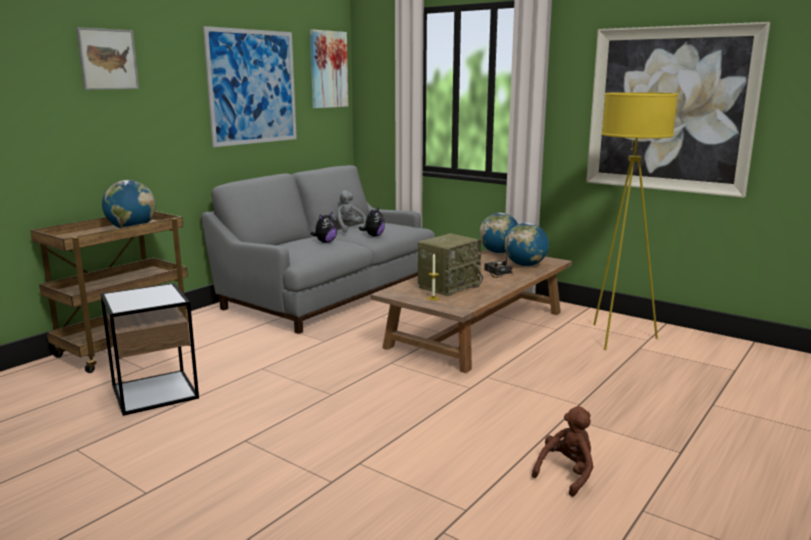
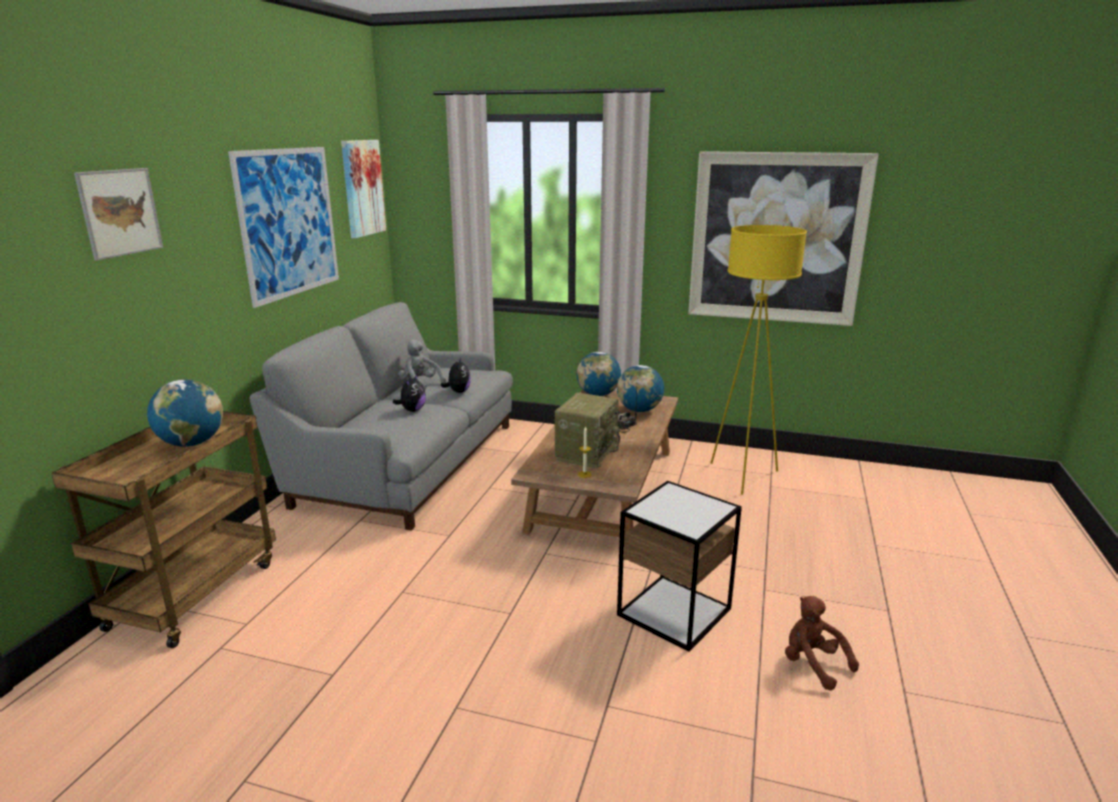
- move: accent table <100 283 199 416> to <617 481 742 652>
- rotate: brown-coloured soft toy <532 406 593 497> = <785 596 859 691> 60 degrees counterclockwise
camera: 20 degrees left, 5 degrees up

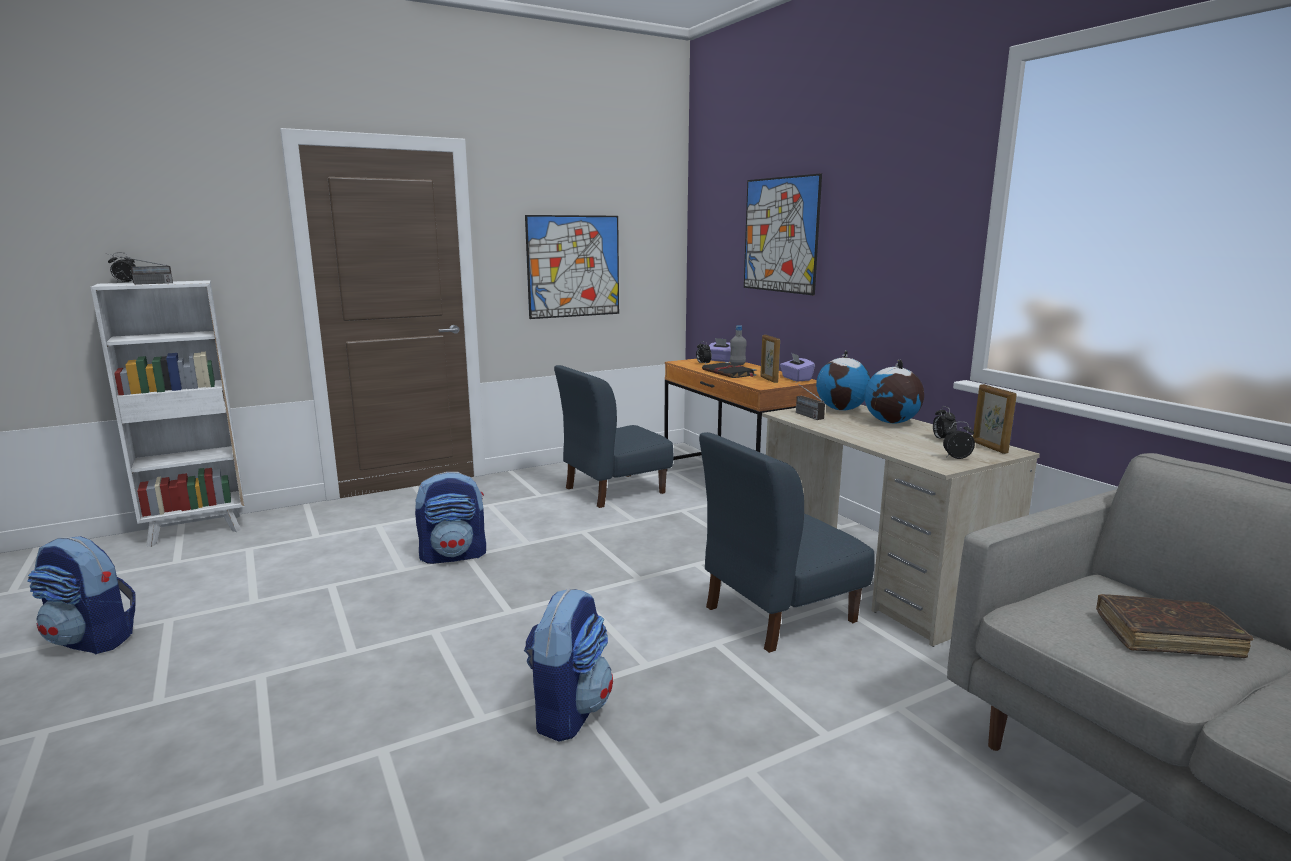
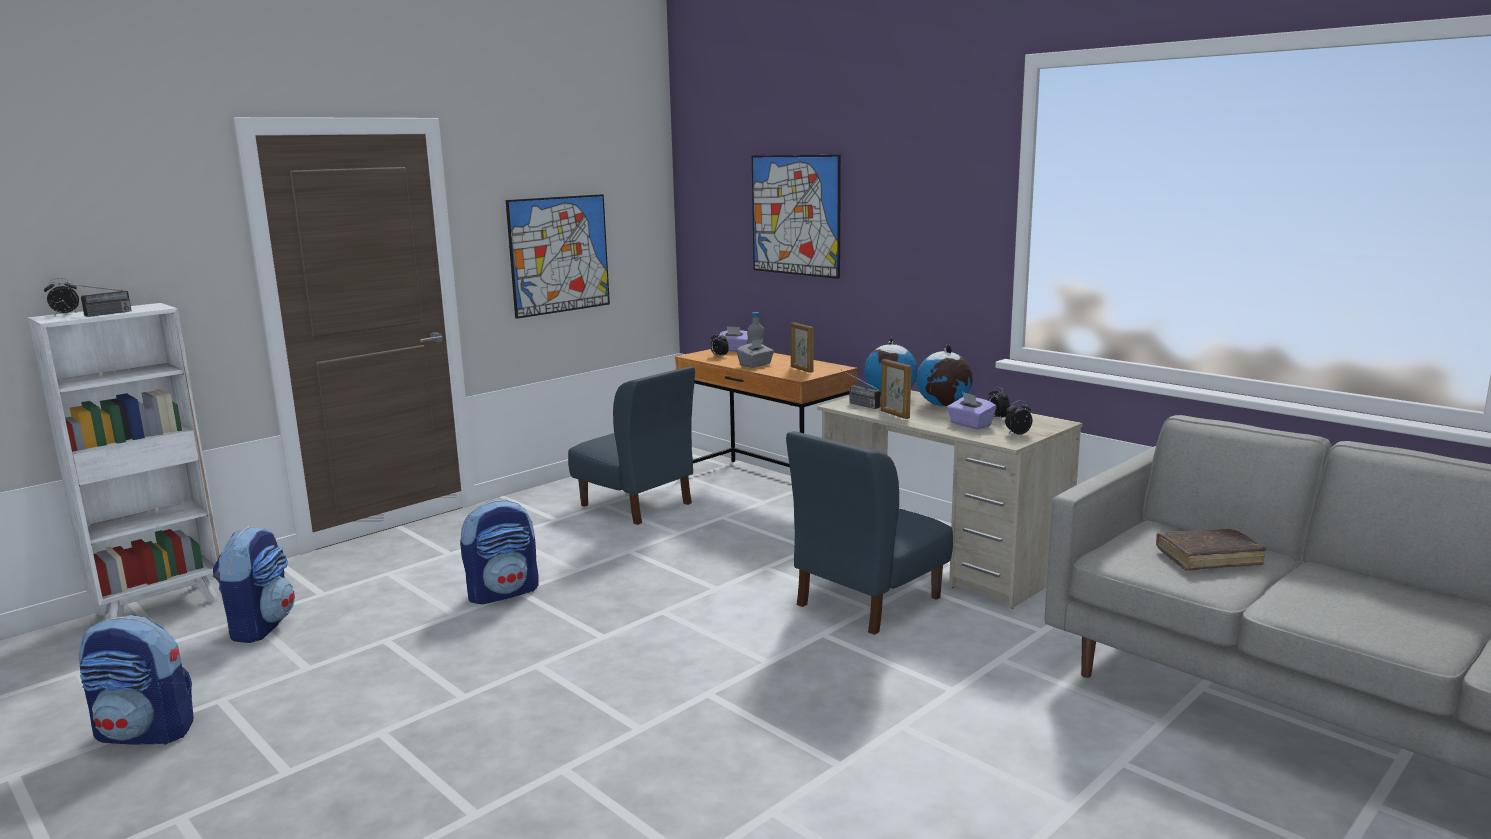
- move: purple tissue holder <780 353 815 381> to <947 392 996 430>
- replace: blackish bound book <702 362 757 378> to greyish tissue holder <737 339 774 368>
- rotate: blue plain chair <554 365 673 508> = <568 366 695 525> 90 degrees counterclockwise
- move: picture frame <973 384 1017 454> to <881 359 911 419>
- move: rucksack <524 588 613 742> to <213 526 295 643>
camera: 15 degrees left, 0 degrees up

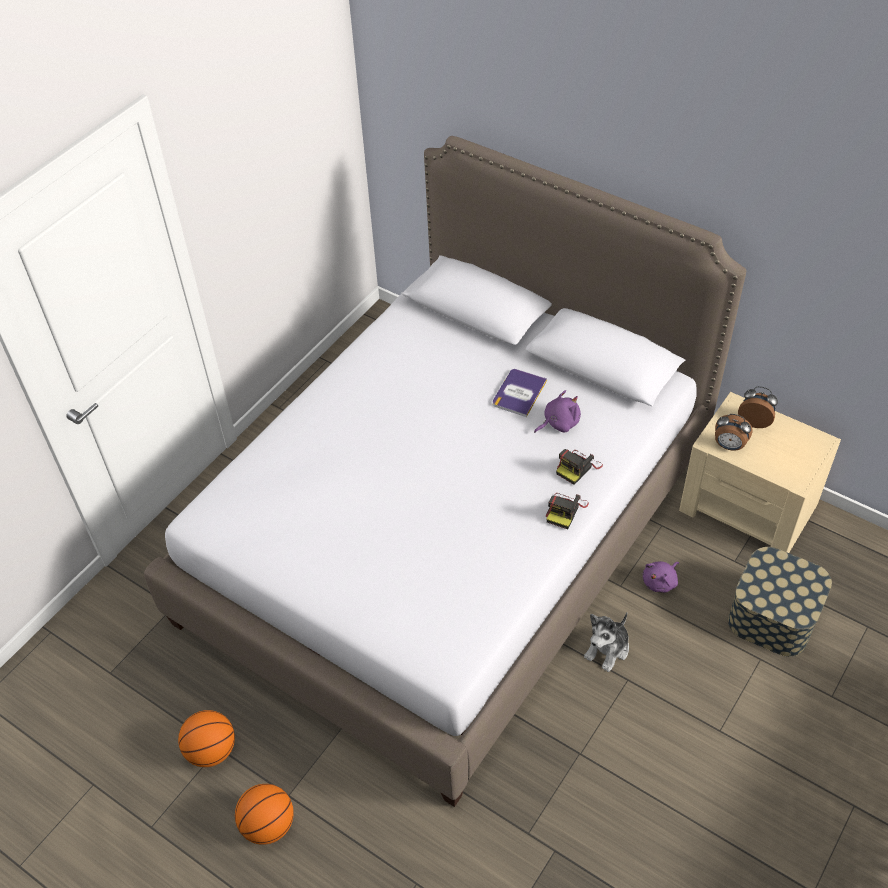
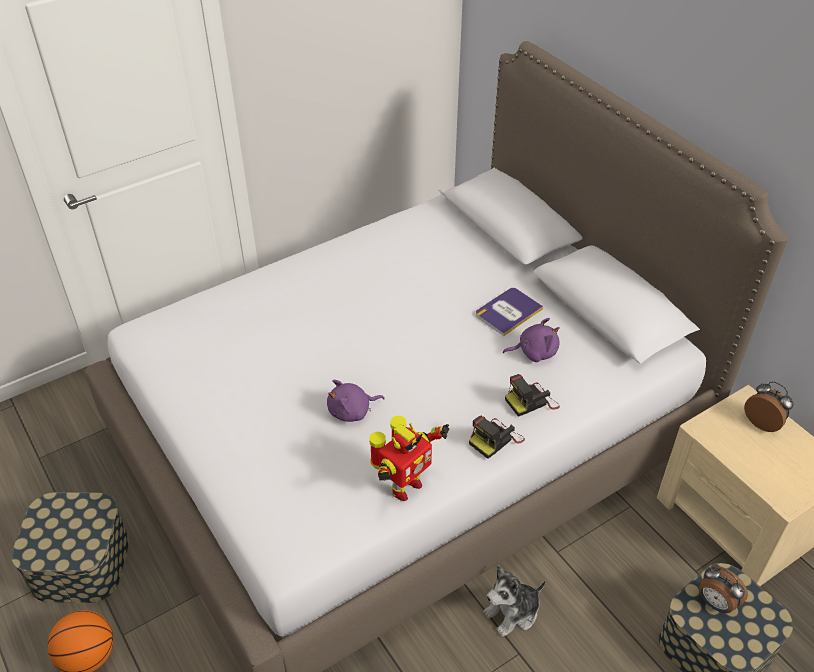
- move: alarm clock <715 414 753 451> to <699 566 748 613>
- move: purple soft toy <643 561 679 593> to <327 380 385 422>
- replace: basketball ball <178 710 235 767> to storage bin <11 492 129 603>
- insert: toy robot <369 416 449 501>
camera: 20 degrees right, 5 degrees down

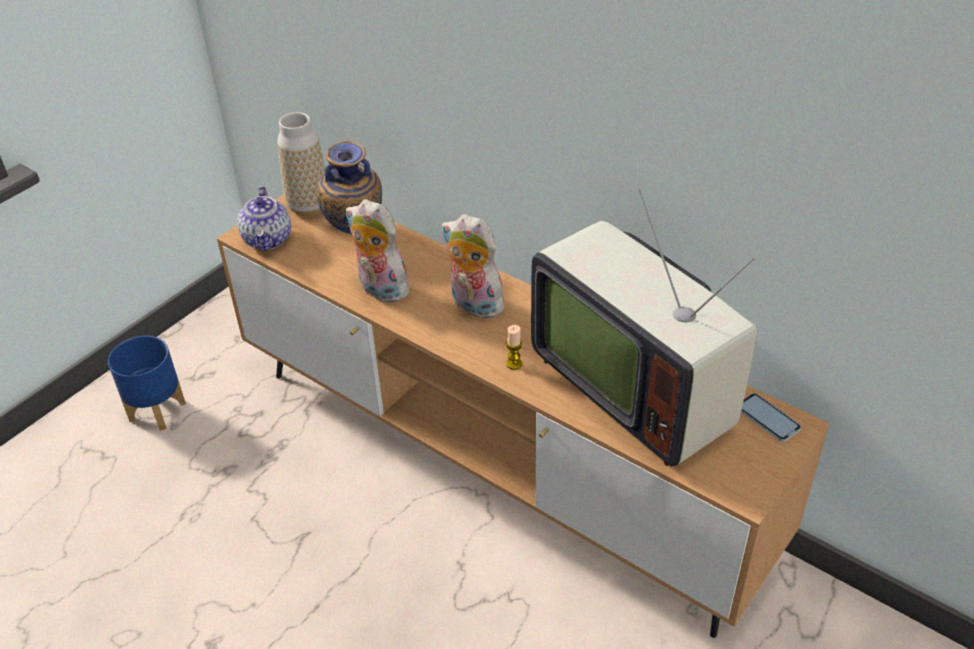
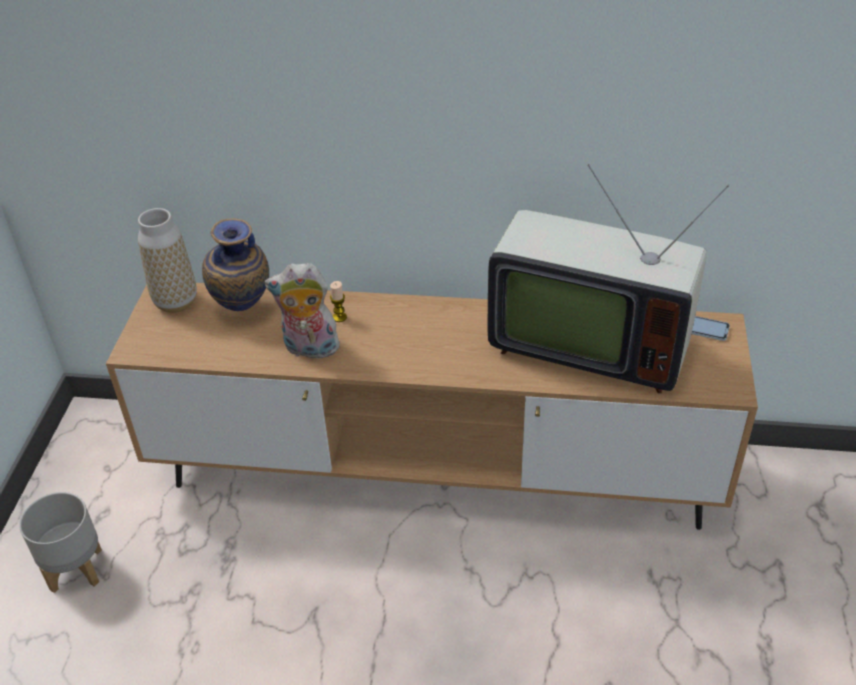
- delete: tea pot <237 186 291 251>
- delete: soft toy <441 214 504 318>
- move: wax candle <506 325 522 370> to <330 281 347 322>
- recolor: blue flower pot <108 336 186 431> to greyish flower pot <19 492 102 593>
camera: 30 degrees left, 0 degrees up

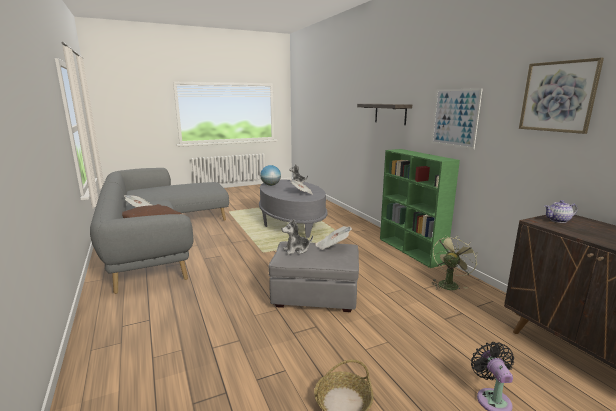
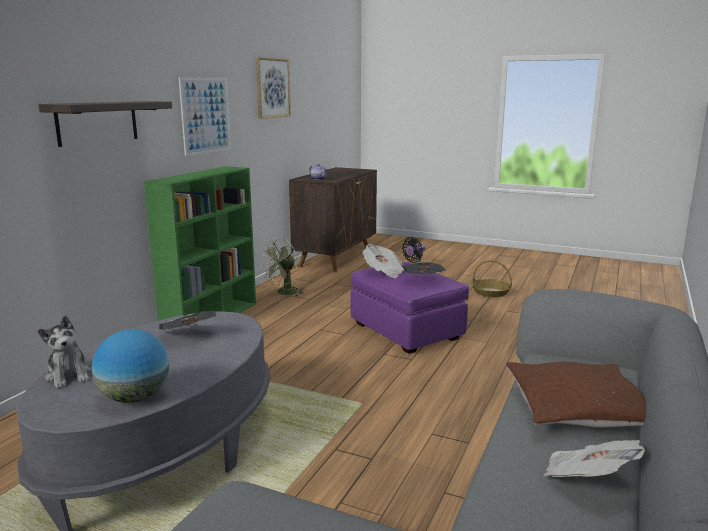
- replace: soft toy <282 219 313 254> to newspaper <402 262 445 274>
- rotate: green-coloured electric fan <431 235 478 290> = <261 239 305 296> 45 degrees counterclockwise
- recolor: greyish ottoman <268 241 359 312> to purple ottoman <350 262 469 354>
camera: 130 degrees left, 0 degrees up

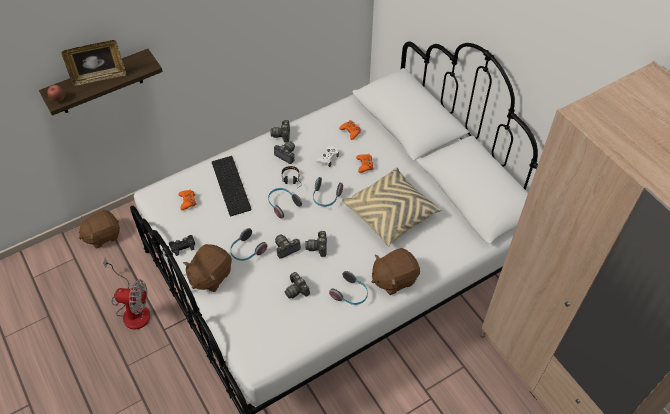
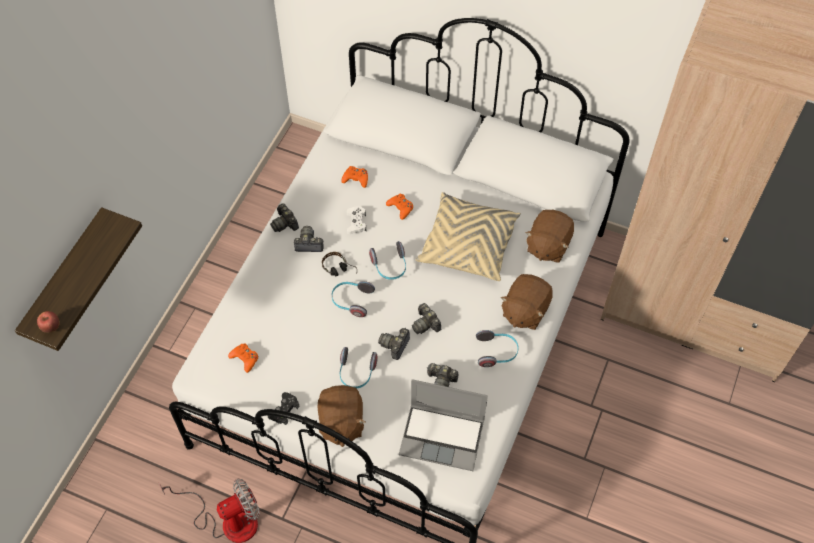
- delete: picture frame <62 40 126 86>
- delete: PC keyboard <212 156 252 216>
- move: brown-coloured soft toy <79 210 120 249> to <526 210 574 262>
- insert: portable computer <399 379 488 471>
camera: 35 degrees left, 5 degrees up

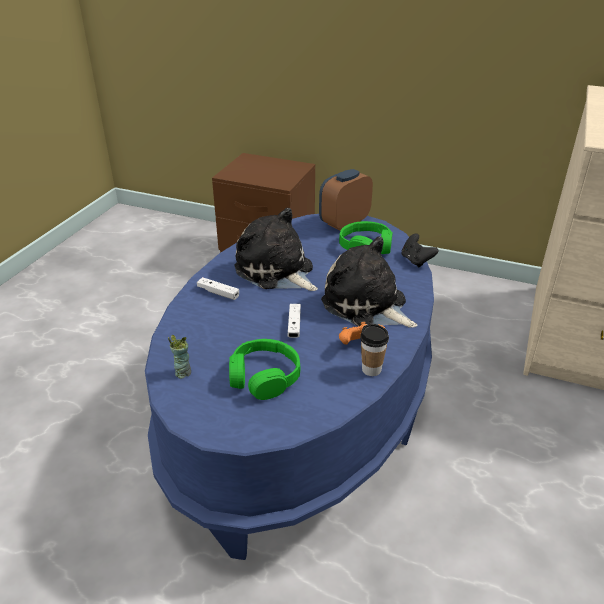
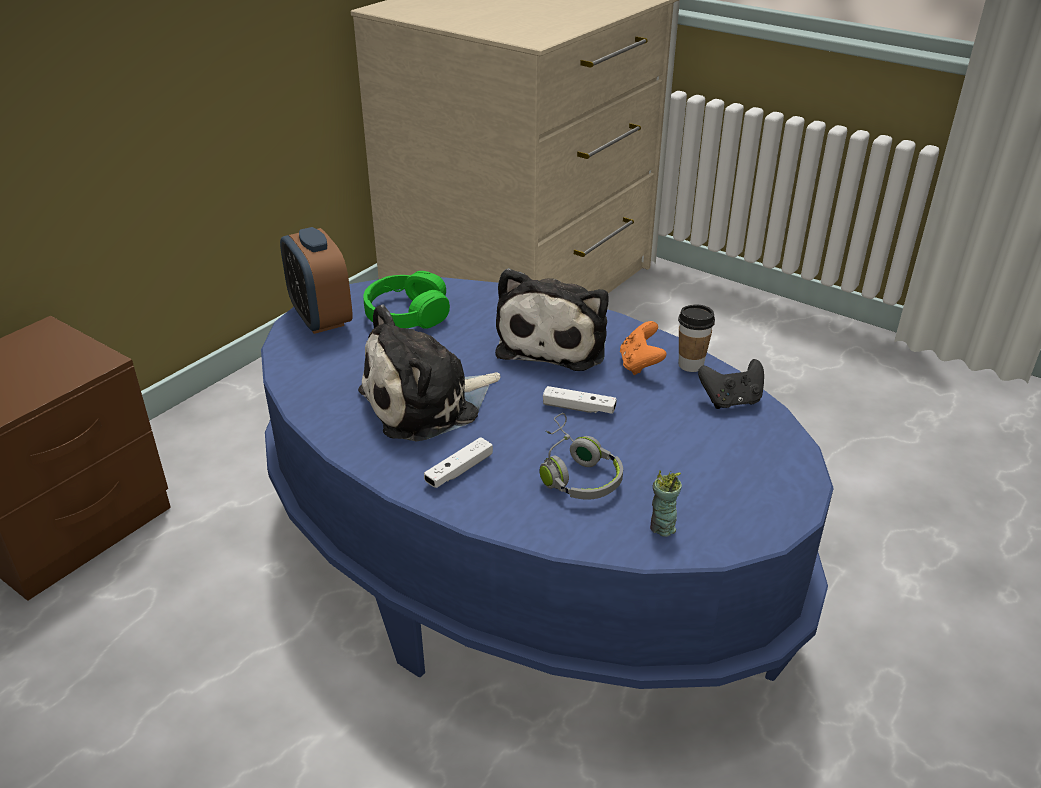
- move: blackish gamepad <401 234 439 267> to <698 359 764 409>
- rotate: soft toy <321 236 417 328> = <495 268 609 371> 45 degrees counterclockwise
- delete: green-coloured headphones <229 339 301 400>
- insert: greyish headphones <540 413 623 499>
camera: 75 degrees left, 0 degrees up

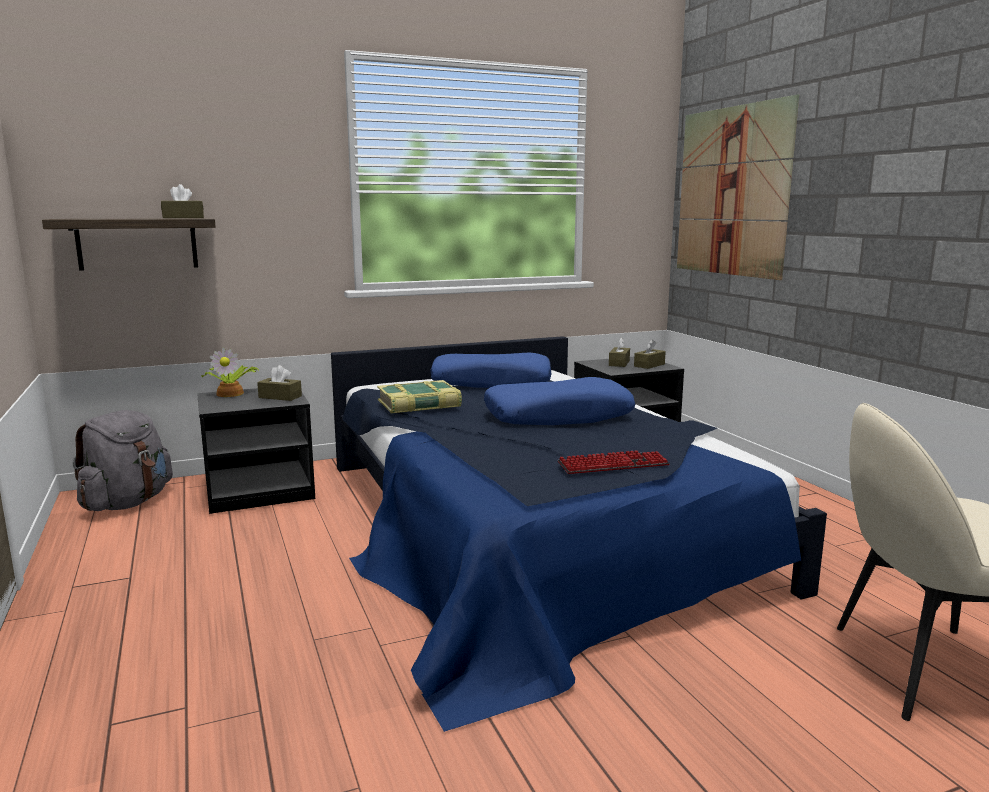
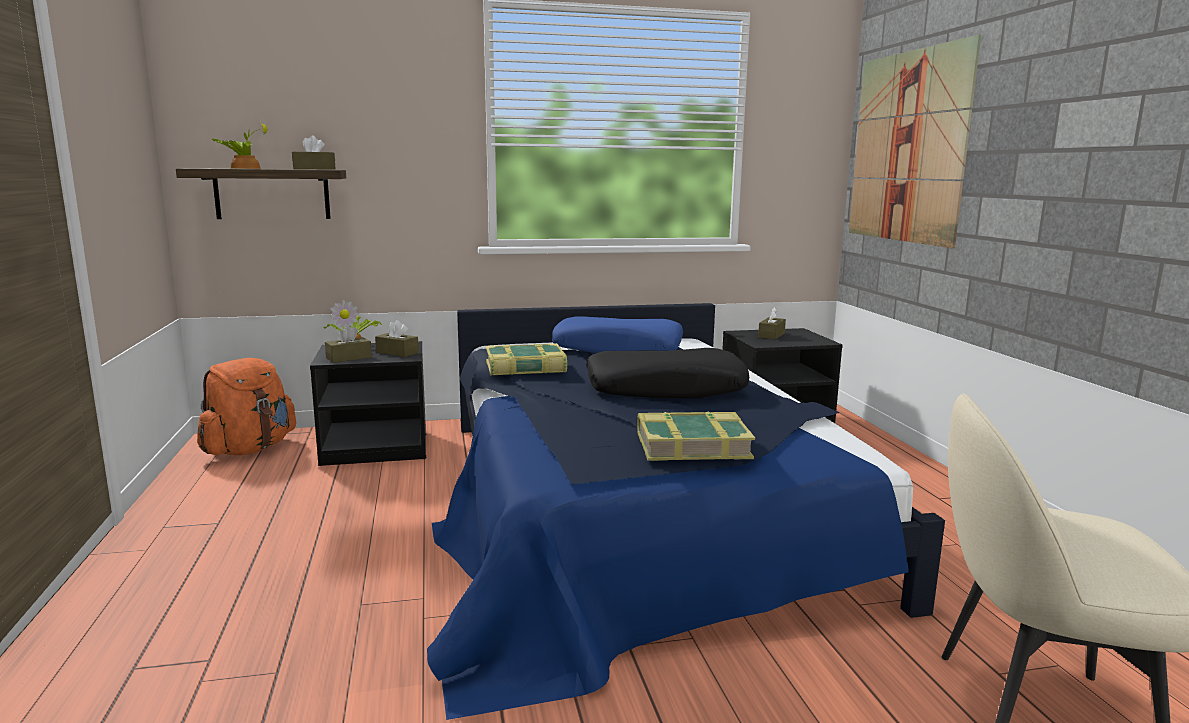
- move: brown-coloured tissue holder <634 339 666 369> to <325 325 372 363>
- recolor: blue throw pillow <484 377 635 425> to blackish throw pillow <586 348 749 398>
- recolor: greyish rucksack <73 410 173 511> to orangey rucksack <197 358 296 455>
- replace: PC keyboard <558 450 670 474> to bound book <637 412 755 461>
- insert: plant in a pot <212 117 267 169>
camera: 10 degrees right, 0 degrees up

